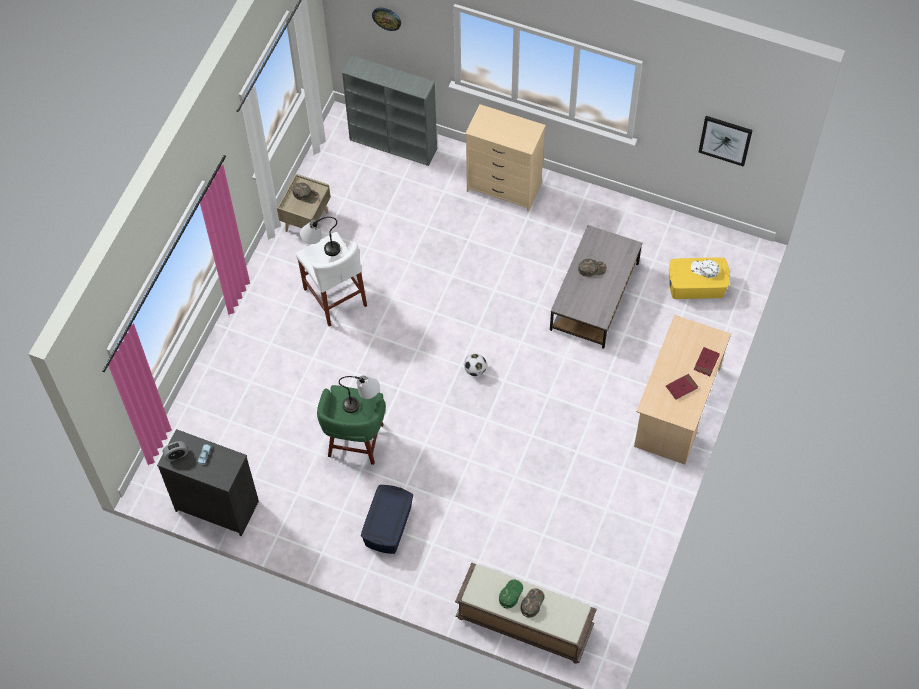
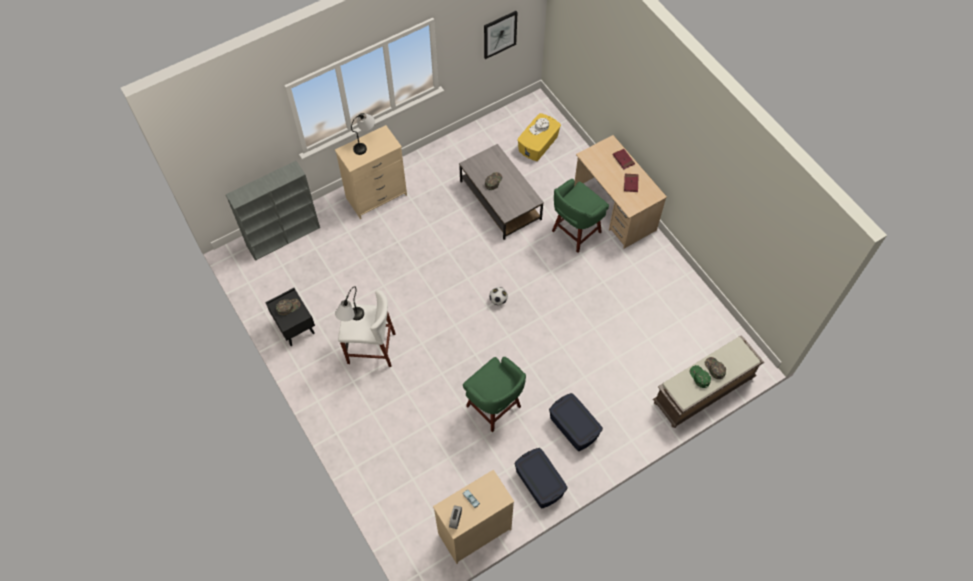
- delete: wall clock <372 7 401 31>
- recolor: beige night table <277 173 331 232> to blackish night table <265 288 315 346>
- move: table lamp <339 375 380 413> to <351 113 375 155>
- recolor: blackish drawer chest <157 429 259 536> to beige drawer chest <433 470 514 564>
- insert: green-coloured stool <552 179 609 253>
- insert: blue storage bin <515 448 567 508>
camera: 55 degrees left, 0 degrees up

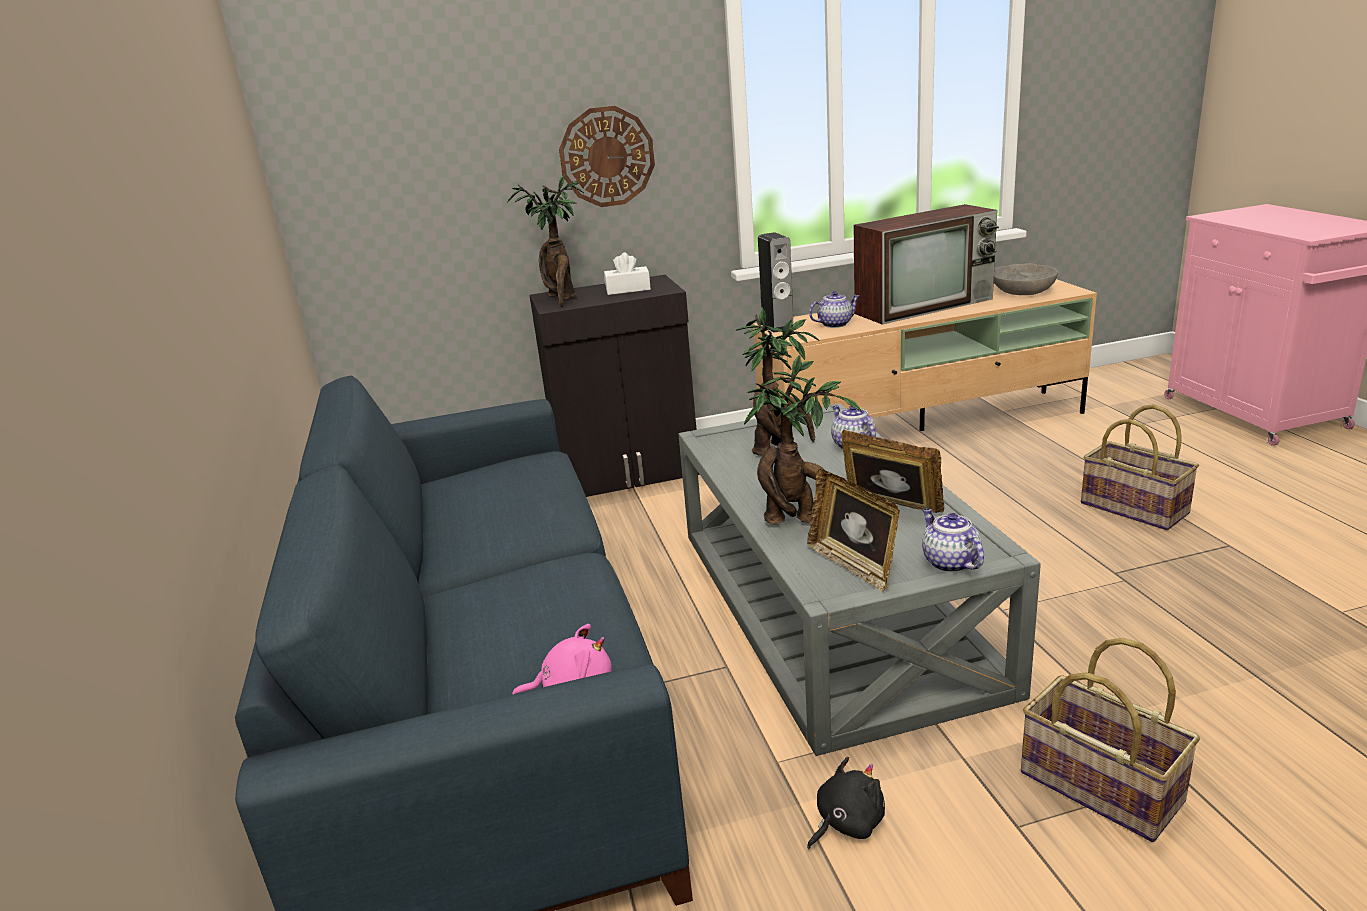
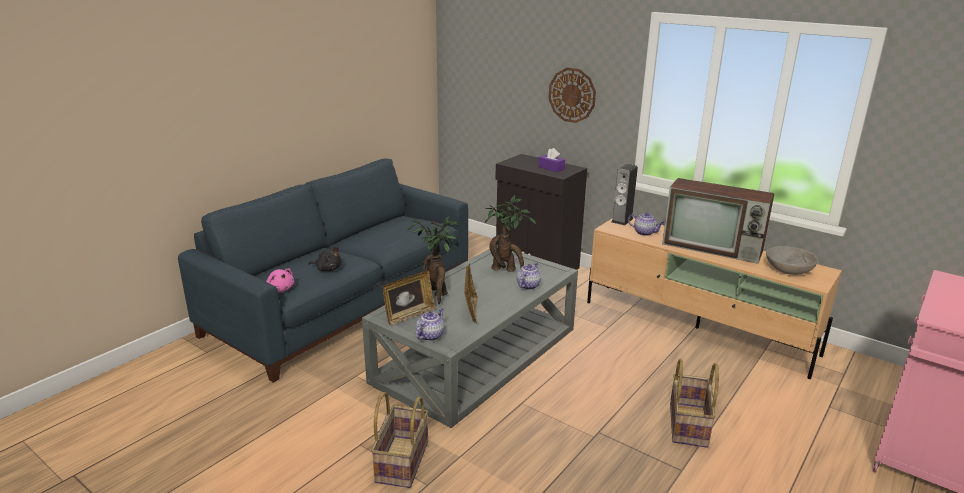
- delete: plant in a pot <508 174 584 307>
- recolor: whitish tissue holder <604 252 651 295> to purple tissue holder <538 148 565 172>
- rotate: picture frame <807 469 900 592> = <382 270 435 325> 150 degrees counterclockwise
- move: blackish soft toy <807 757 885 849> to <308 247 342 271>
camera: 50 degrees right, 0 degrees up

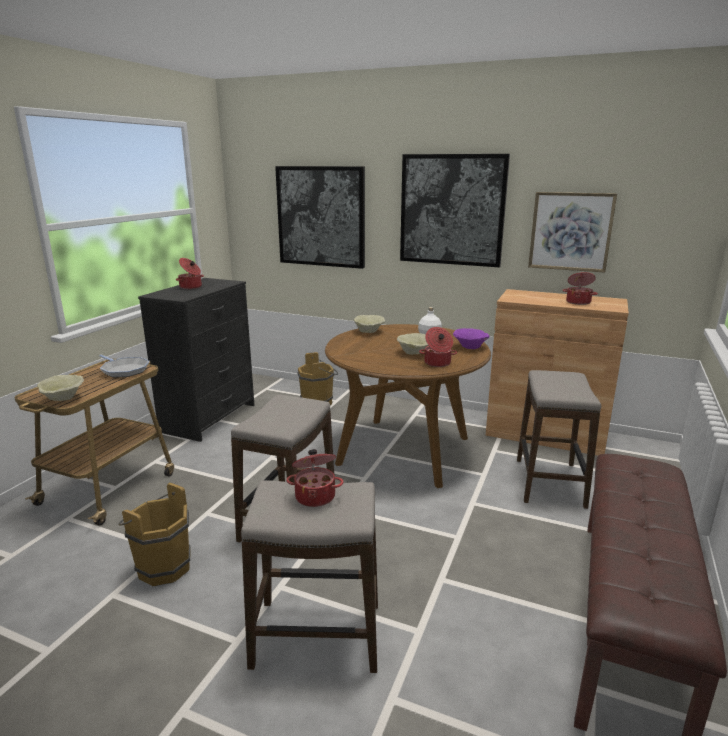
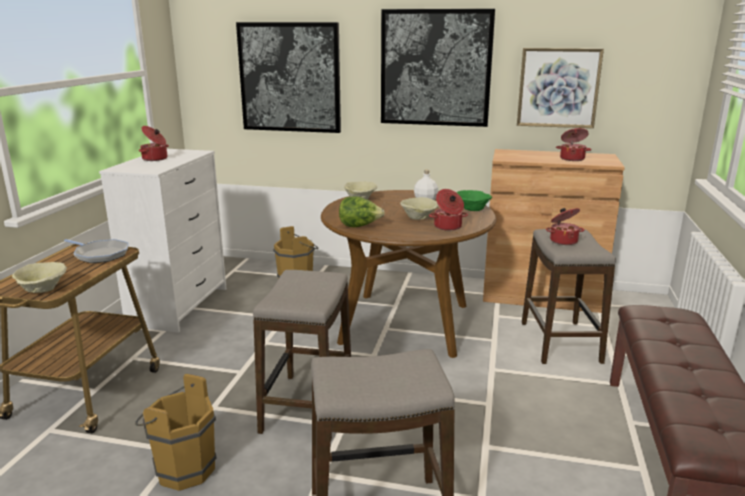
- recolor: blackish drawer chest <138 278 254 442> to whitish drawer chest <99 149 226 333>
- recolor: purple serving bowl <453 328 490 349> to green-coloured serving bowl <456 190 492 211>
- move: cooking pot <286 449 343 507> to <546 208 584 245>
- insert: lettuce head <339 196 385 227>
camera: 10 degrees left, 0 degrees up

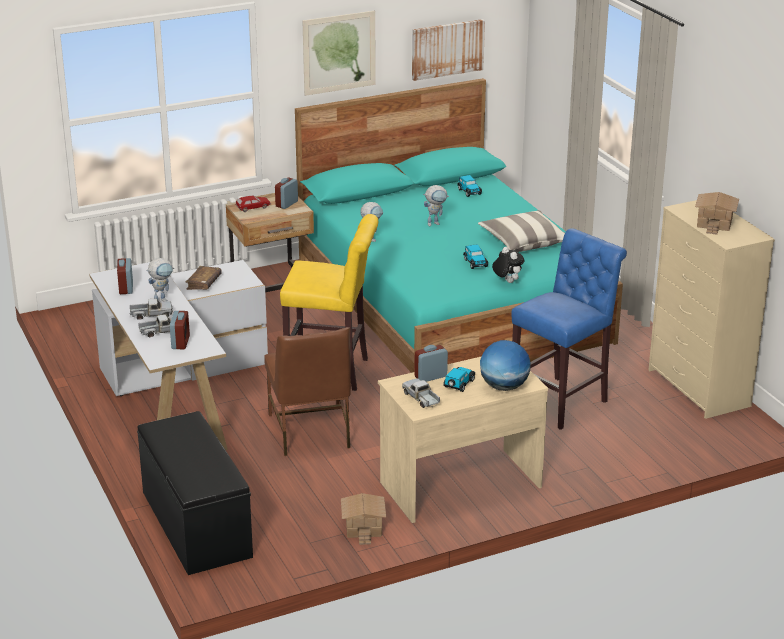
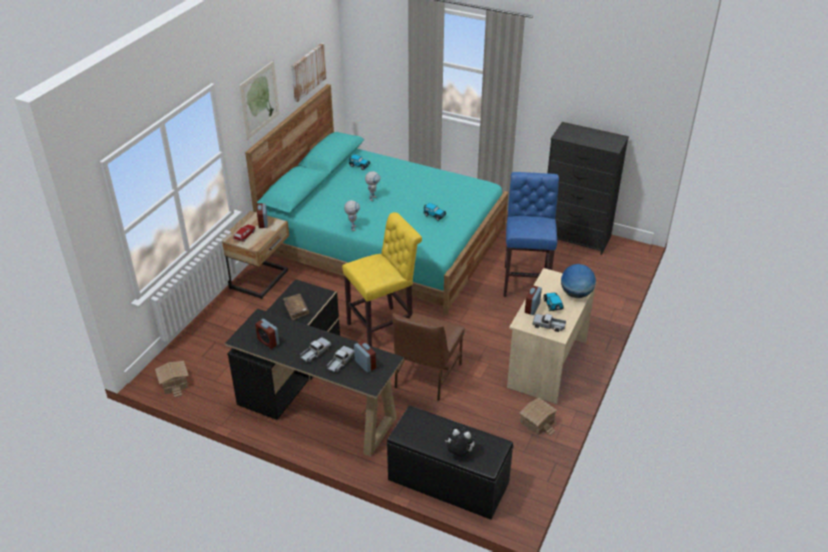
- move: toy house <695 192 739 235> to <155 361 189 398>
- recolor: beige drawer chest <648 200 774 419> to blackish drawer chest <547 122 629 255>
- delete: throw pillow <478 210 565 252>
- move: soft toy <492 247 525 283> to <445 427 475 456>
- delete: toy robot <146 258 174 301>
- recolor: whitish desk unit <89 260 268 450> to blackish desk unit <225 279 404 457>
- rotate: brown-coloured plain chair <264 327 351 456> = <392 313 465 401> 75 degrees clockwise
camera: 40 degrees left, 10 degrees up

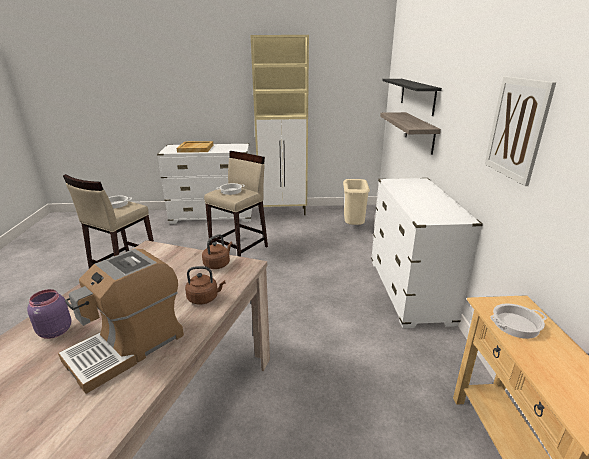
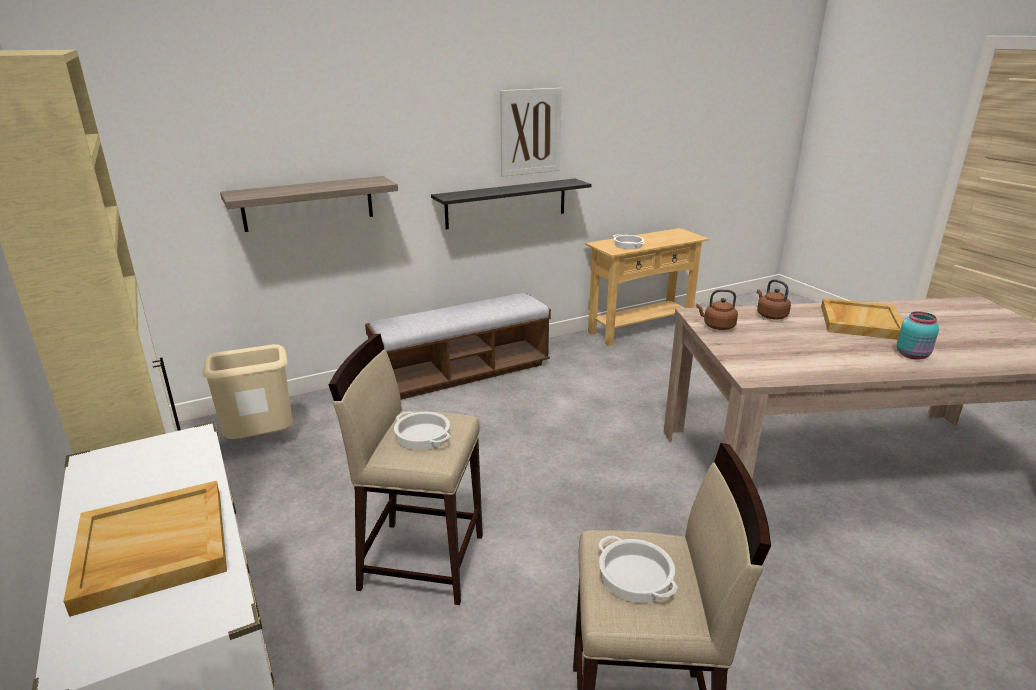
- move: blackish bracket shelf <382 79 442 116> to <431 178 592 230>
- replace: whitish drawer chest <371 178 483 328> to long seat <365 293 551 400>
- replace: coffee maker <58 249 184 394> to beige tray <821 298 903 340>
- recolor: purple jar <27 289 72 339> to turquoise jar <897 311 939 360>
camera: 115 degrees left, 0 degrees up

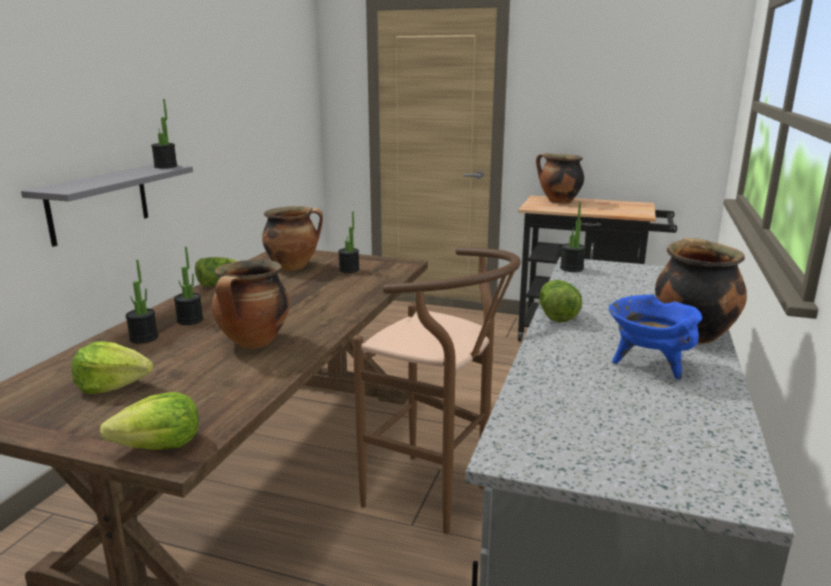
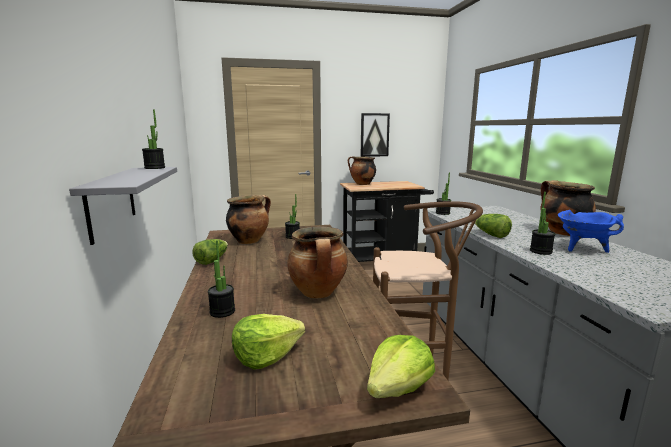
- move: plant in a pot <174 247 203 325> to <530 192 555 255>
- insert: wall art <361 113 390 157>
camera: 30 degrees left, 5 degrees down

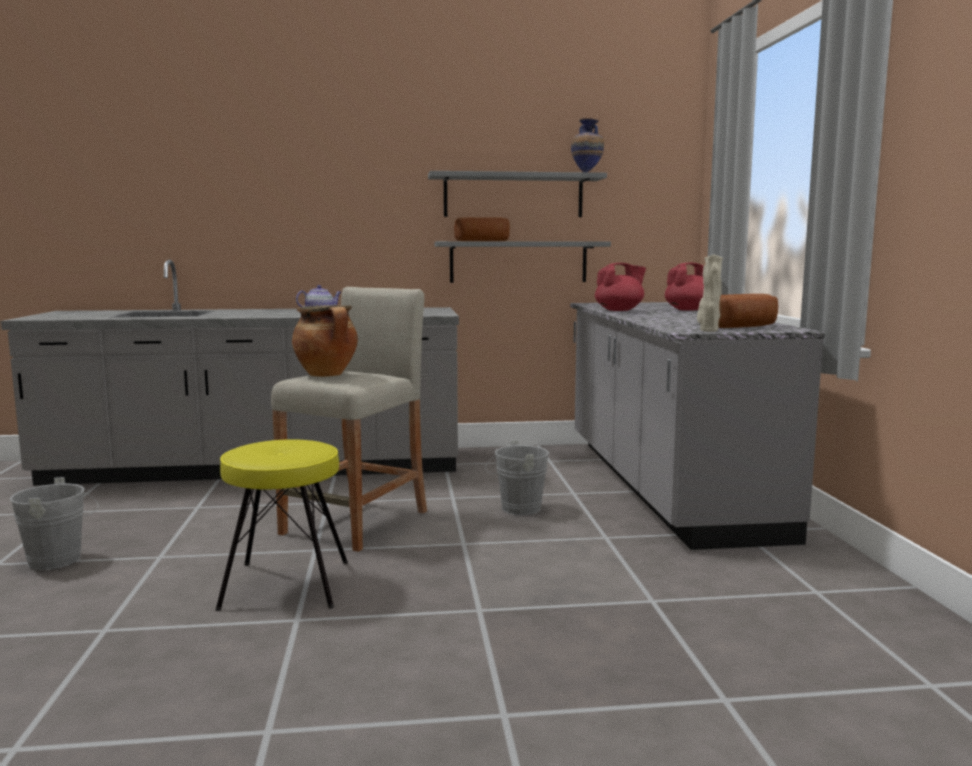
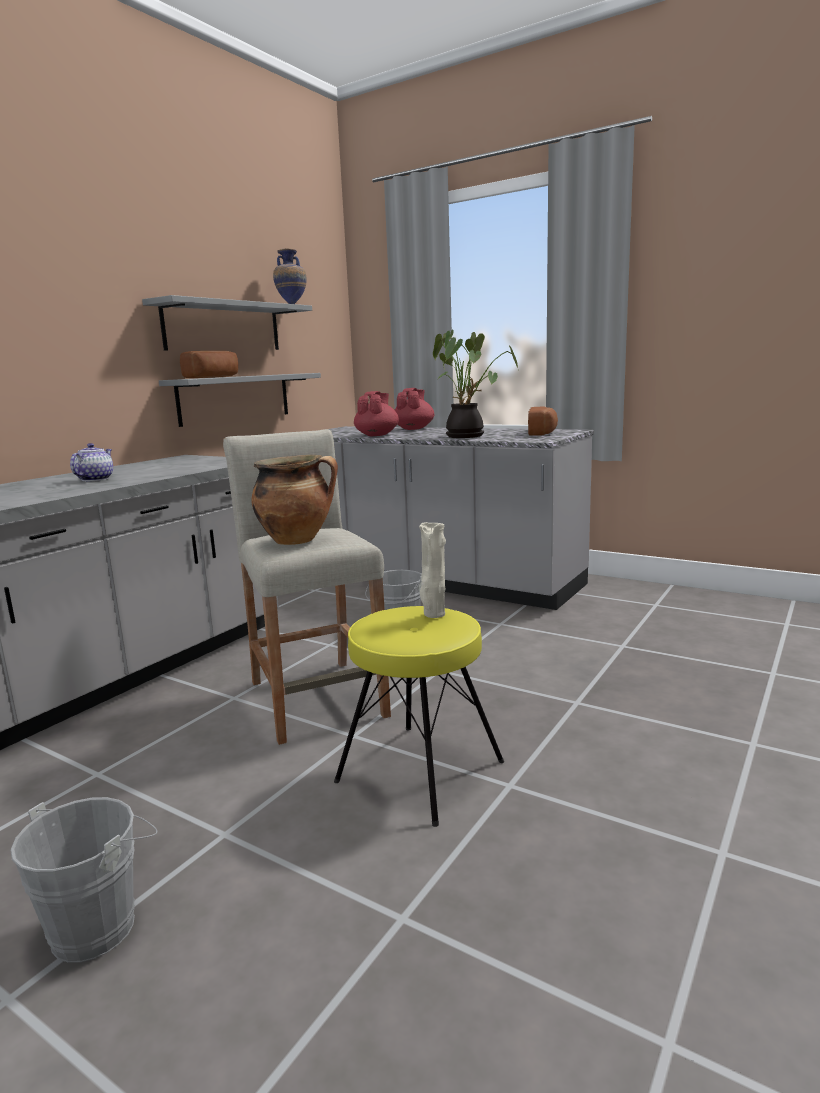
- move: beige decorative vase <697 255 723 332> to <419 522 446 618>
- insert: plant in a pot <433 329 519 438>
camera: 50 degrees left, 5 degrees up

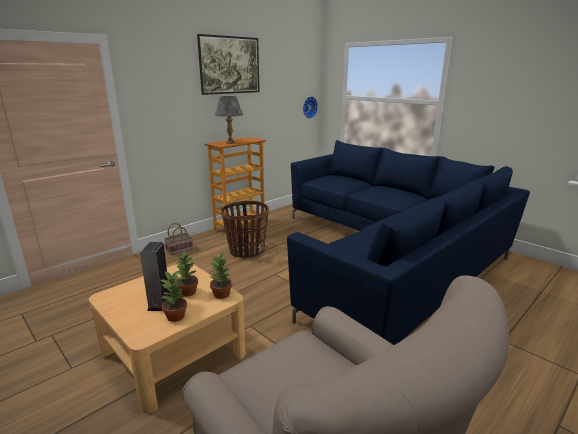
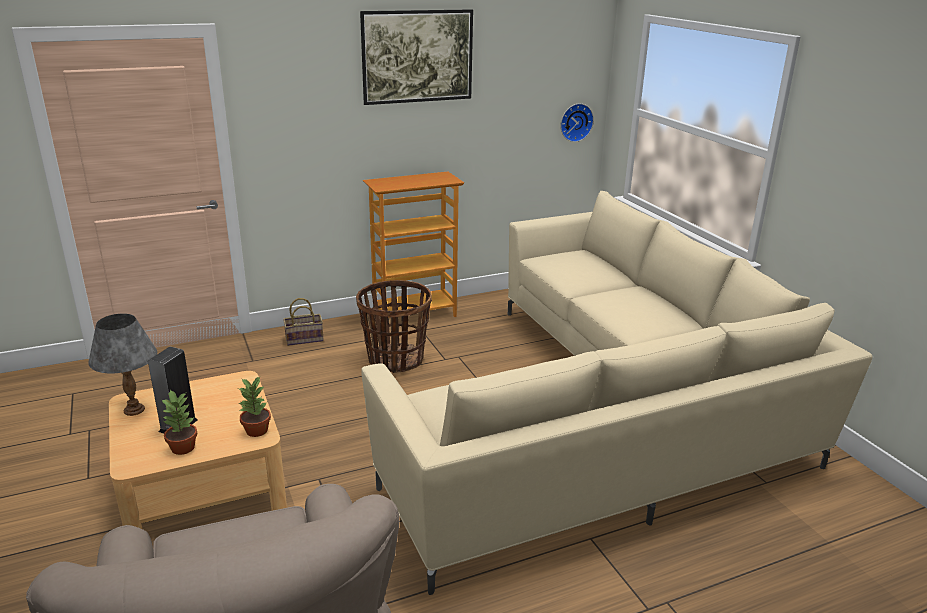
- move: greyish table lamp <215 96 243 144> to <89 313 157 416>
- recolor: blue settee <287 140 530 345> to beige settee <361 191 873 595>
- delete: plant in a pot <175 251 198 296>
camera: 20 degrees right, 5 degrees up

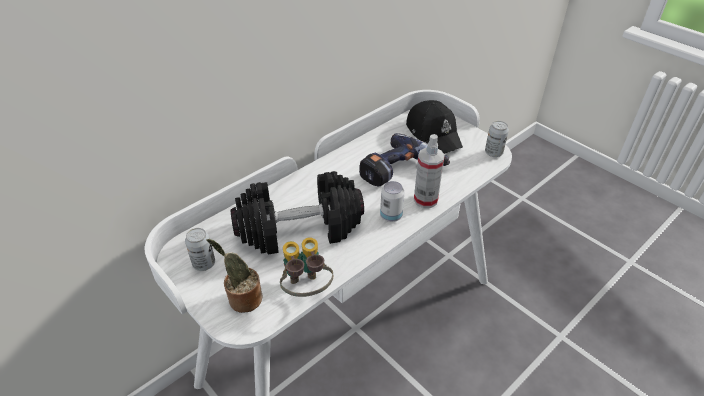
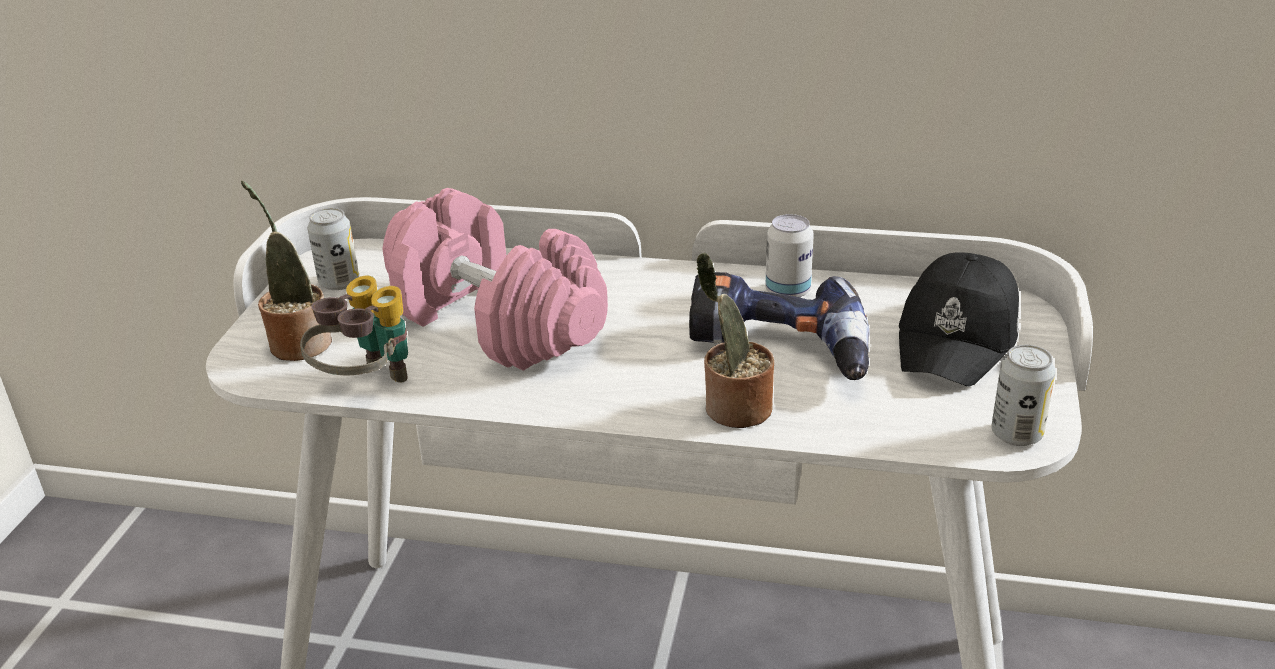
- replace: spray bottle <414 134 445 208> to plant in a pot <697 253 774 428>
- recolor: blackish dumbbell <230 171 364 254> to pink dumbbell <382 188 608 371>
- move: can <380 181 404 222> to <765 214 814 298>
camera: 55 degrees right, 10 degrees down

